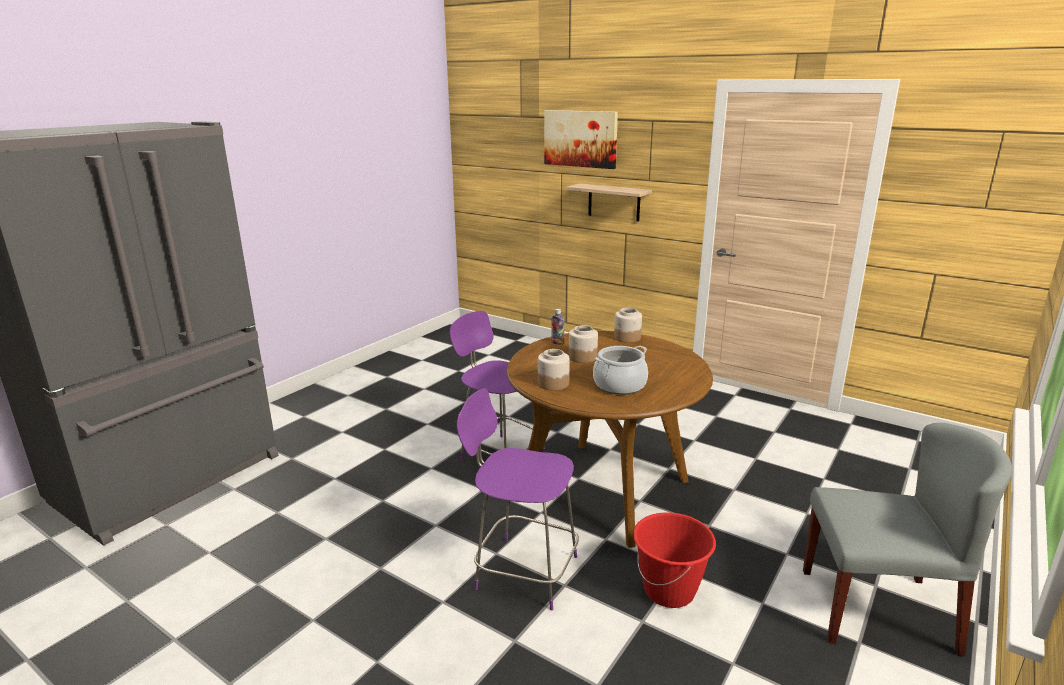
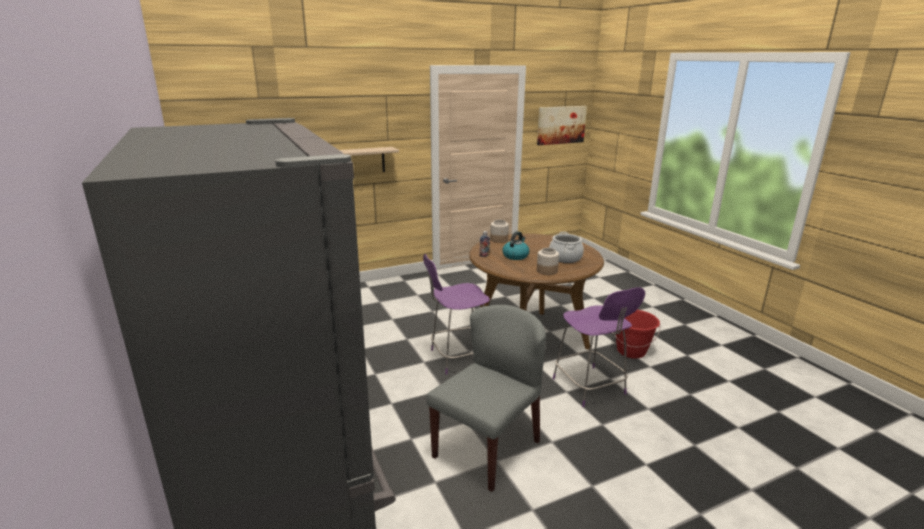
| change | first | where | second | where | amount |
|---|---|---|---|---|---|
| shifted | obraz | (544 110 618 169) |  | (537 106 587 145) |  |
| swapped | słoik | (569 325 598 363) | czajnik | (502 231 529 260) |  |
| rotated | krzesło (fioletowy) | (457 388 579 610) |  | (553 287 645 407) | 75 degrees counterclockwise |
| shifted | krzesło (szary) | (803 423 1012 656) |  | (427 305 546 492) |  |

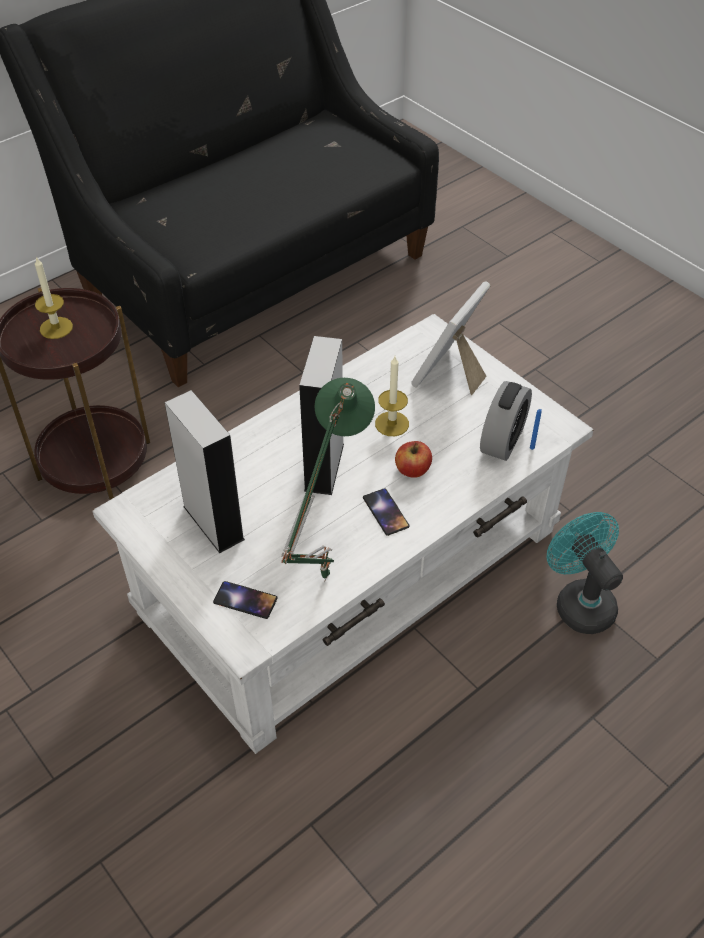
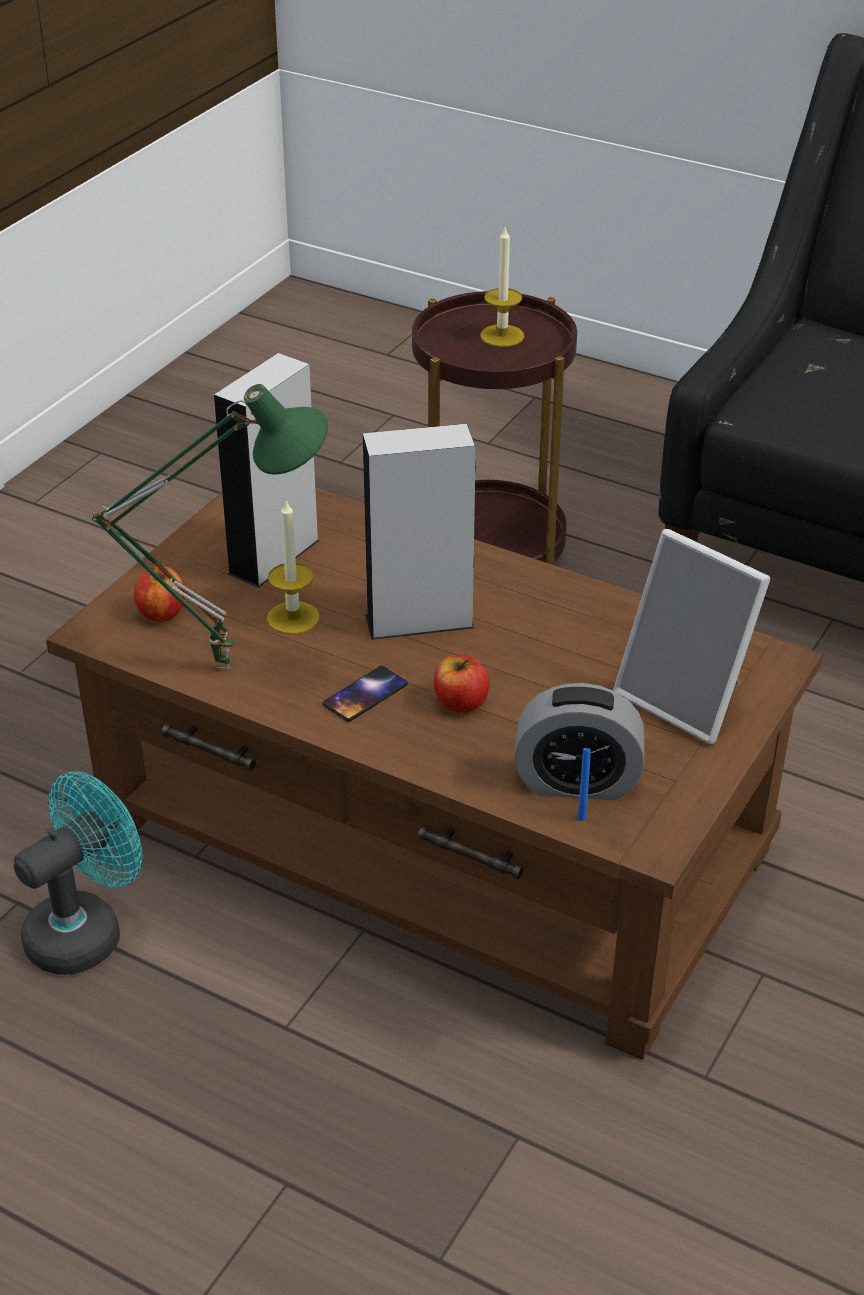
| change | first | where | second | where | amount |
|---|---|---|---|---|---|
| rotated | ramka na zdjęcie | (411 281 490 395) |  | (613 529 771 744) | 150 degrees counterclockwise |
| repainted | ława (biały) | (92 314 594 754) | ława (brązowy) | (46 487 823 1060) |  |
| shifted | świeca | (375 356 409 436) |  | (267 499 320 634) |  |
| shifted | wentylator (turkusowy) | (547 512 623 634) |  | (14 771 142 975) |  |
| swapped | telefon | (213 581 278 619) | jabłko | (134 566 185 622) |  |

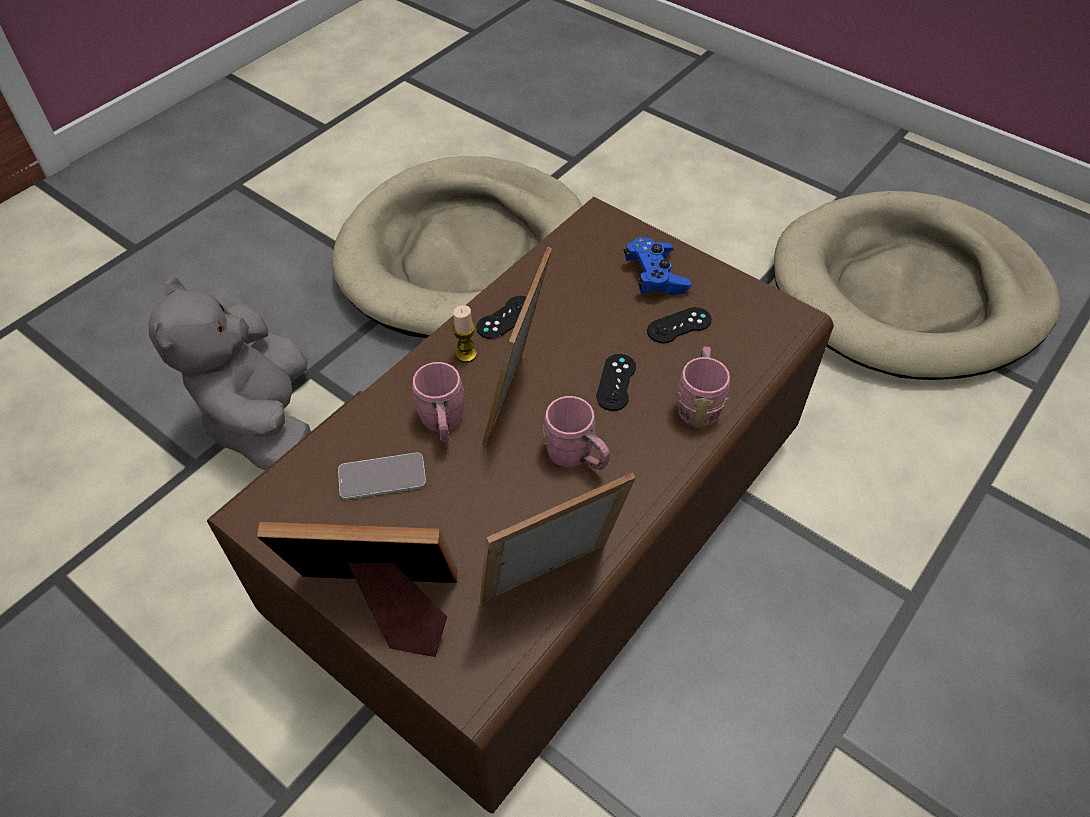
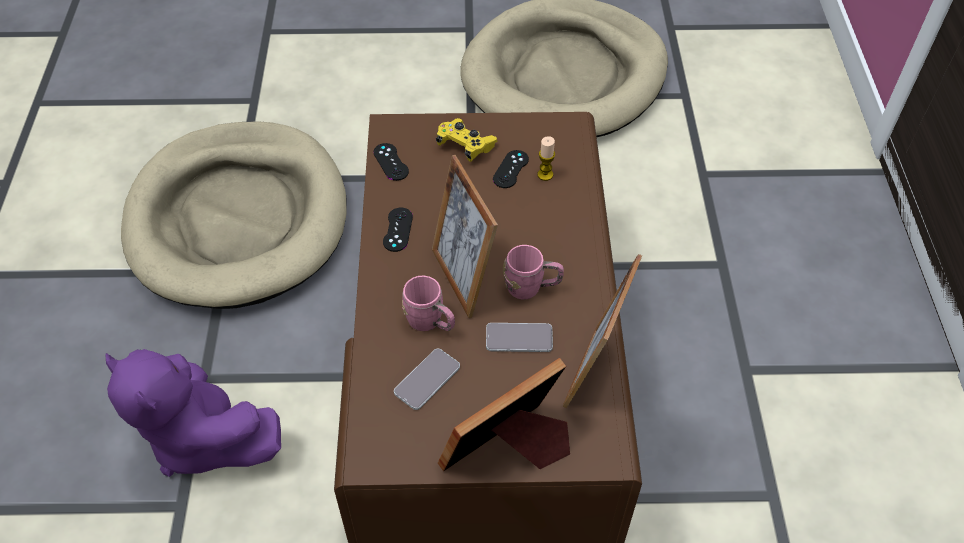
| change | first | where | second | where | amount |
|---|---|---|---|---|---|
| repainted | pad do gier (niebieski) | (624 237 691 296) | pad do gier (żółty) | (436 118 498 162) |  |
| repainted | pluszak (szary) | (149 277 311 470) | pluszak (fioletowy) | (105 349 281 477) |  |
| shifted | świeca | (453 305 477 363) |  | (537 136 555 181) |  |
| gone | kubek (różowy) | (676 347 730 428) |  |  |  |
| shifted | pad do gier (czarny) | (596 354 636 411) |  | (373 143 409 181) |  |
| new |  |  | telefon | (486 323 553 352) |  |

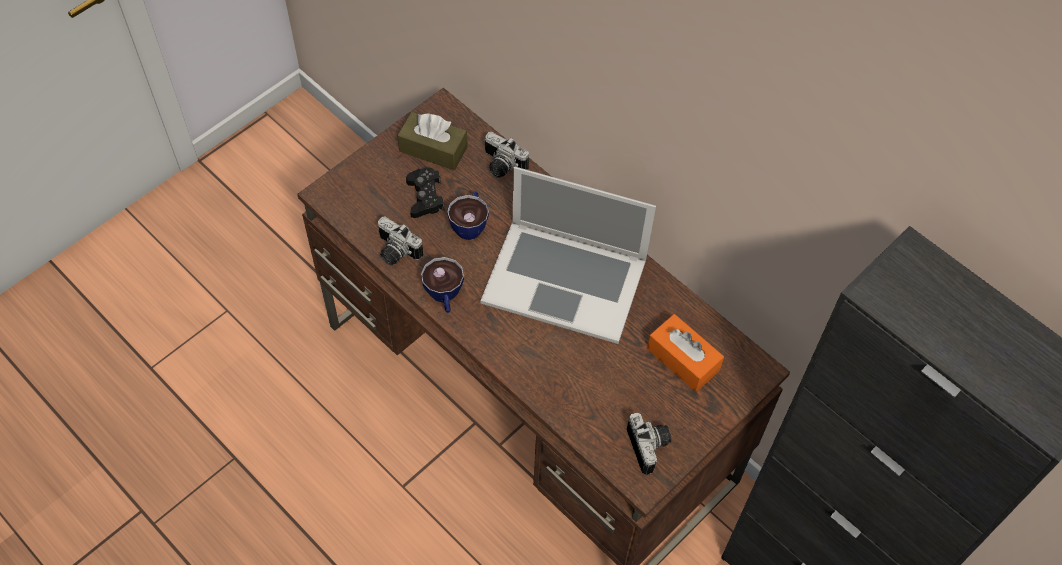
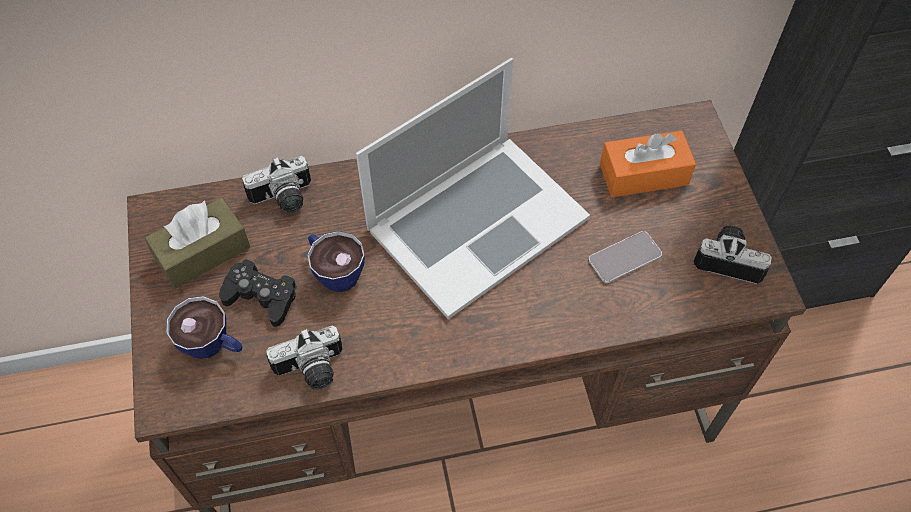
| change | first | where | second | where | amount |
|---|---|---|---|---|---|
| shifted | filiżanka | (421 257 464 313) |  | (166 296 242 359) |  |
| new |  |  | telefon | (589 231 662 283) |  |

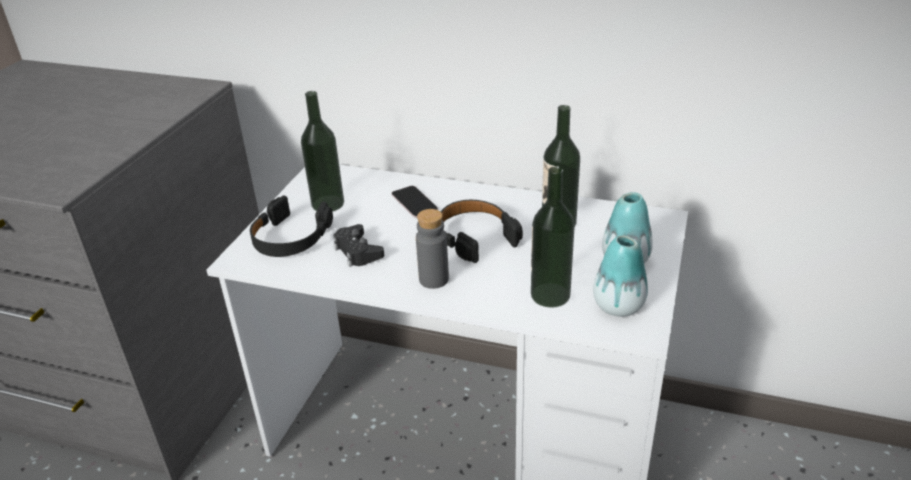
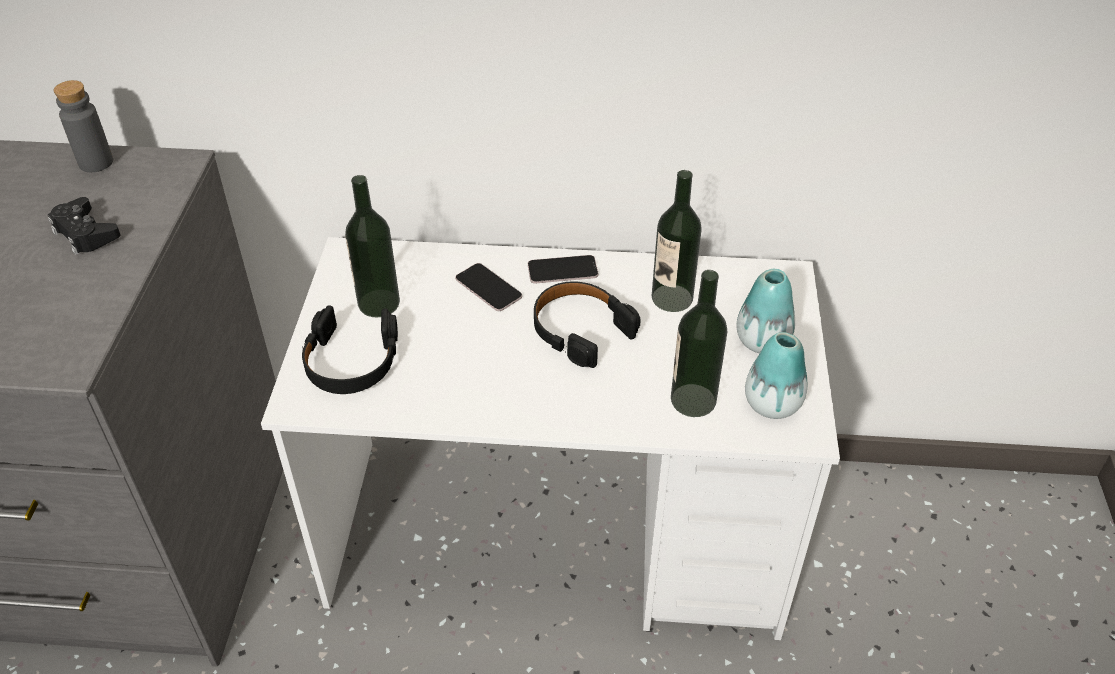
| change | first | where | second | where | amount |
|---|---|---|---|---|---|
| shifted | butelka (szary) | (416 209 449 289) |  | (54 80 113 172) |  |
| shifted | pad do gier (czarny) | (333 224 384 267) |  | (48 197 121 255) |  |
| new |  |  | telefon | (528 255 598 283) |  |

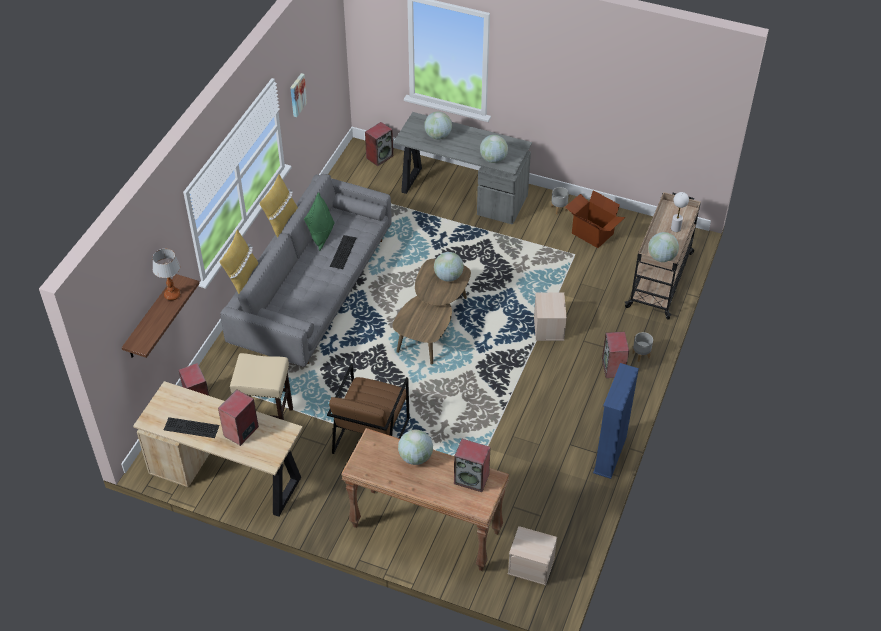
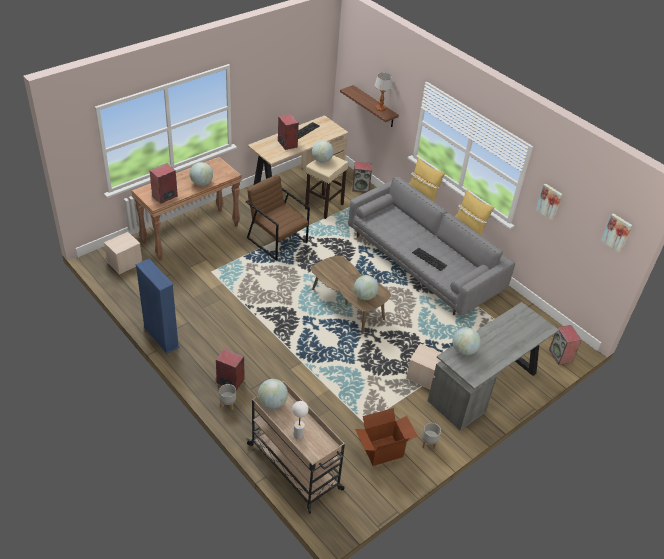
| change | first | where | second | where | amount |
|---|---|---|---|---|---|
| shifted | globus | (424 112 452 139) |  | (312 140 334 163) |  |
| gone | poduszka (zielony) | (304 192 334 251) |  |  |  |
| shifted | pojemnik do przechowywania (beżowy) | (534 292 567 341) |  | (406 344 441 390) |  |
| new |  |  | obraz | (601 213 632 253) |  |

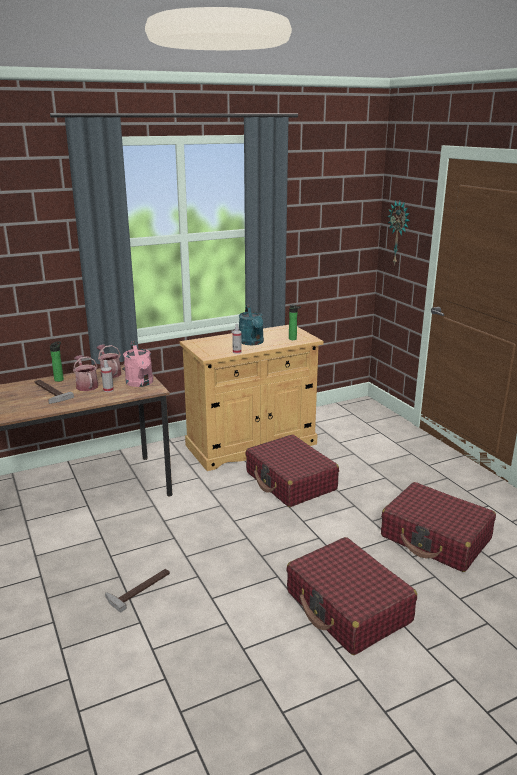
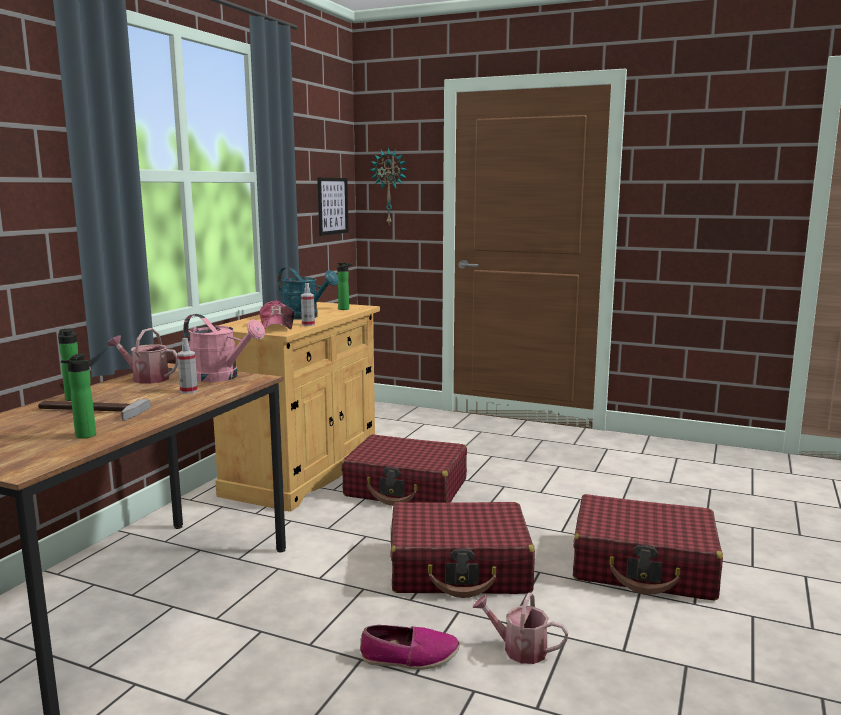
| change | first | where | second | where | amount |
|---|---|---|---|---|---|
| shifted | konewka | (73 355 98 391) |  | (473 592 568 664) |  |
| shifted | walizka (czerwony) | (381 482 496 572) |  | (391 502 535 598) |  |
| swapped | młotek | (105 569 170 613) | but | (360 625 460 670) |  |
| new |  |  | obraz | (317 178 349 236) |  |
| new |  |  | czapka z daszkiem | (260 300 294 330) |  |
| new |  |  | butelka | (61 353 96 439) |  |

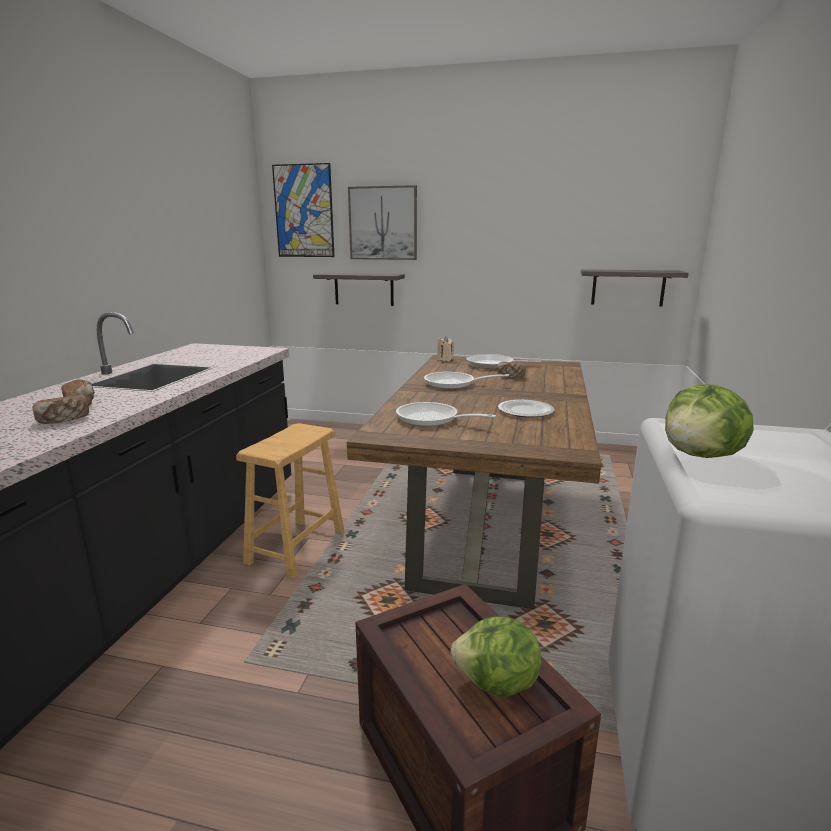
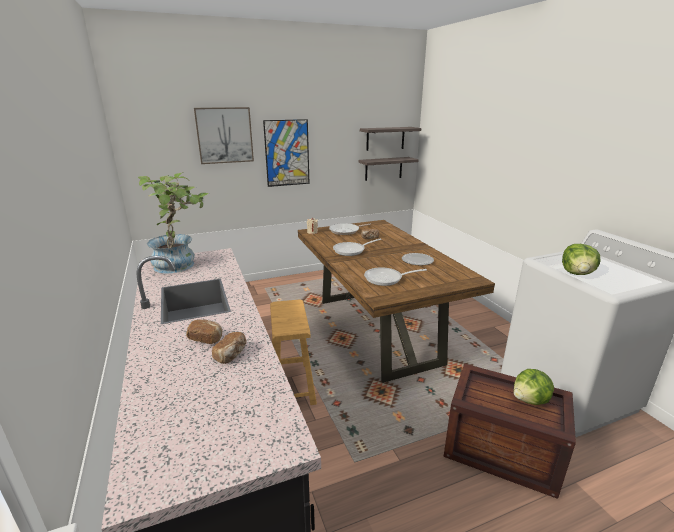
| change | first | where | second | where | amount |
|---|---|---|---|---|---|
| shifted | obraz | (272 163 334 257) |  | (263 119 310 187) |  |
| shifted | półka | (313 273 405 306) |  | (360 127 421 151) |  |
| new |  |  | roślina doniczkowa | (138 172 209 274) |  |

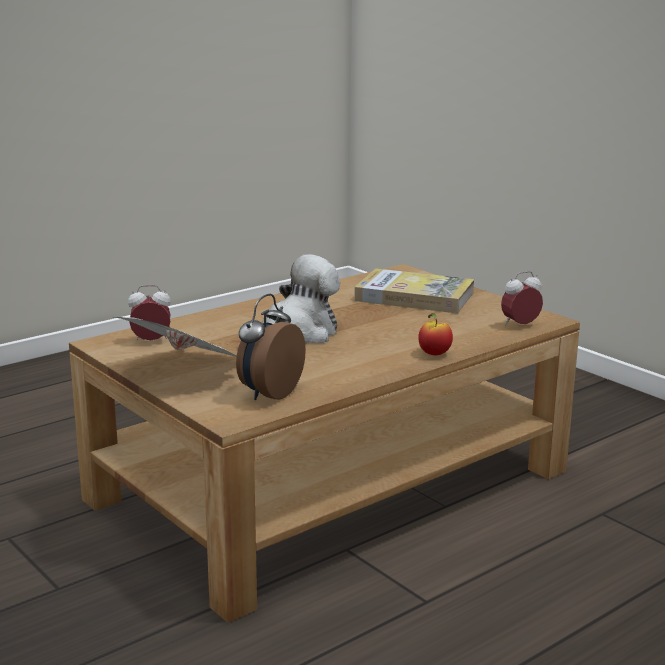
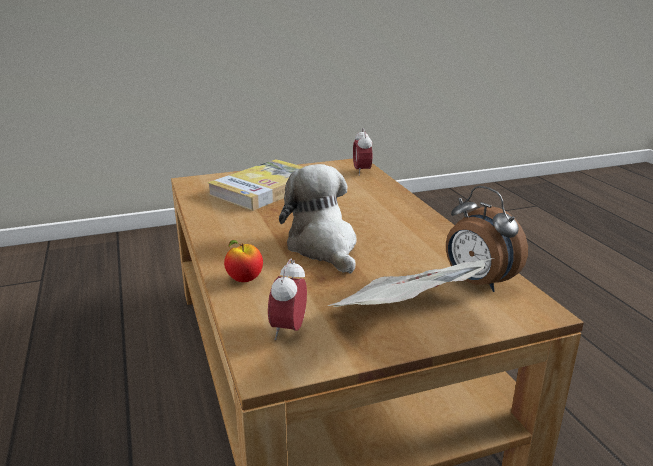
| change | first | where | second | where | amount |
|---|---|---|---|---|---|
| shifted | jabłko | (418 313 453 355) |  | (224 240 263 282) |  |

